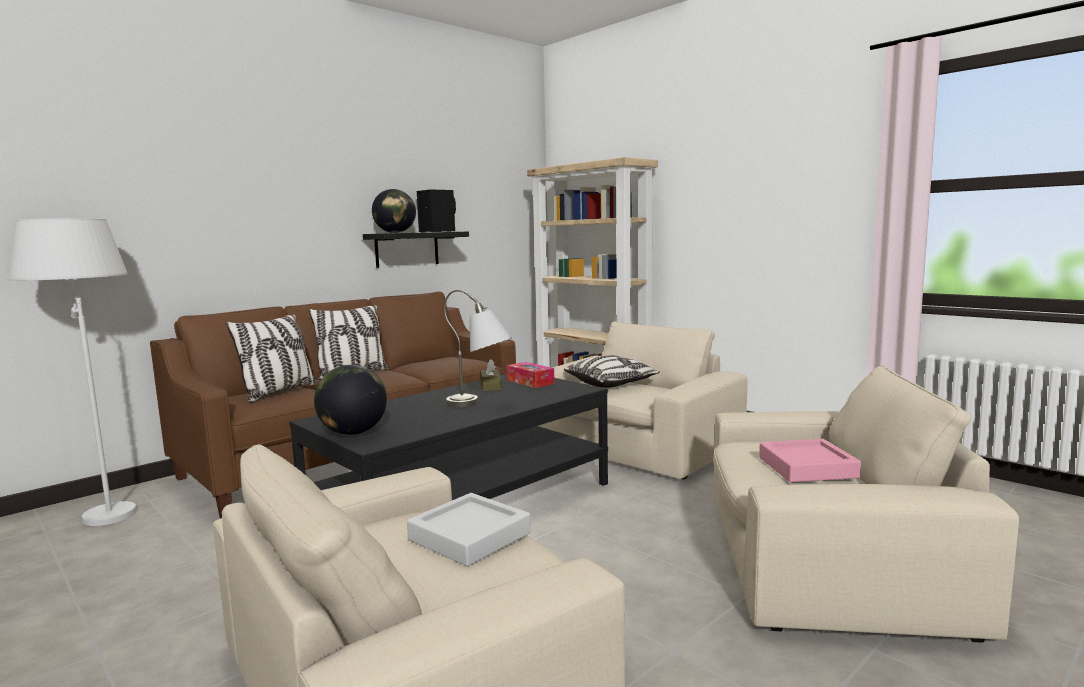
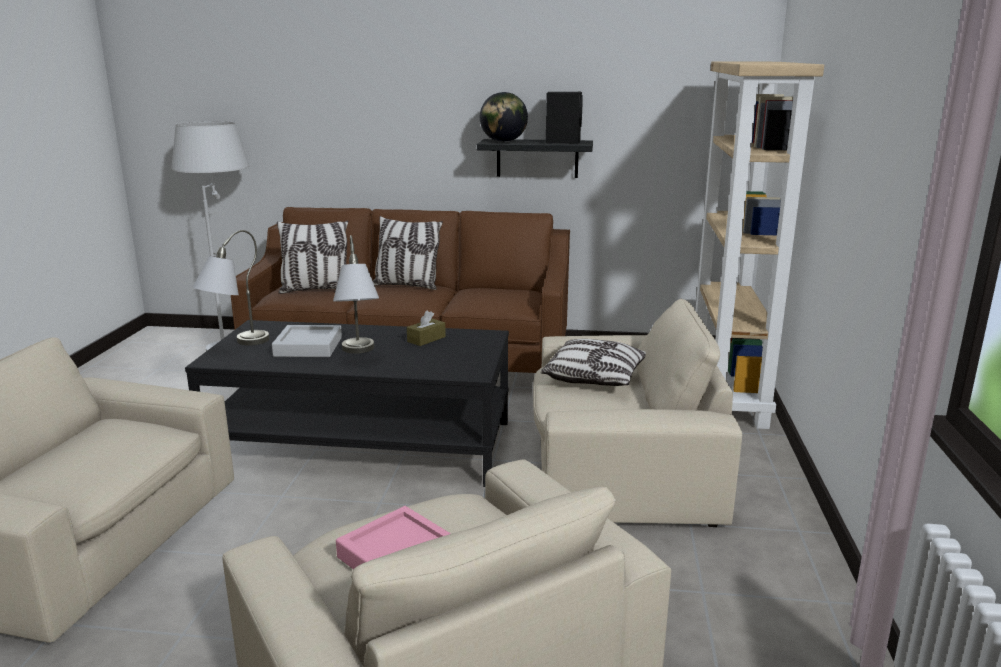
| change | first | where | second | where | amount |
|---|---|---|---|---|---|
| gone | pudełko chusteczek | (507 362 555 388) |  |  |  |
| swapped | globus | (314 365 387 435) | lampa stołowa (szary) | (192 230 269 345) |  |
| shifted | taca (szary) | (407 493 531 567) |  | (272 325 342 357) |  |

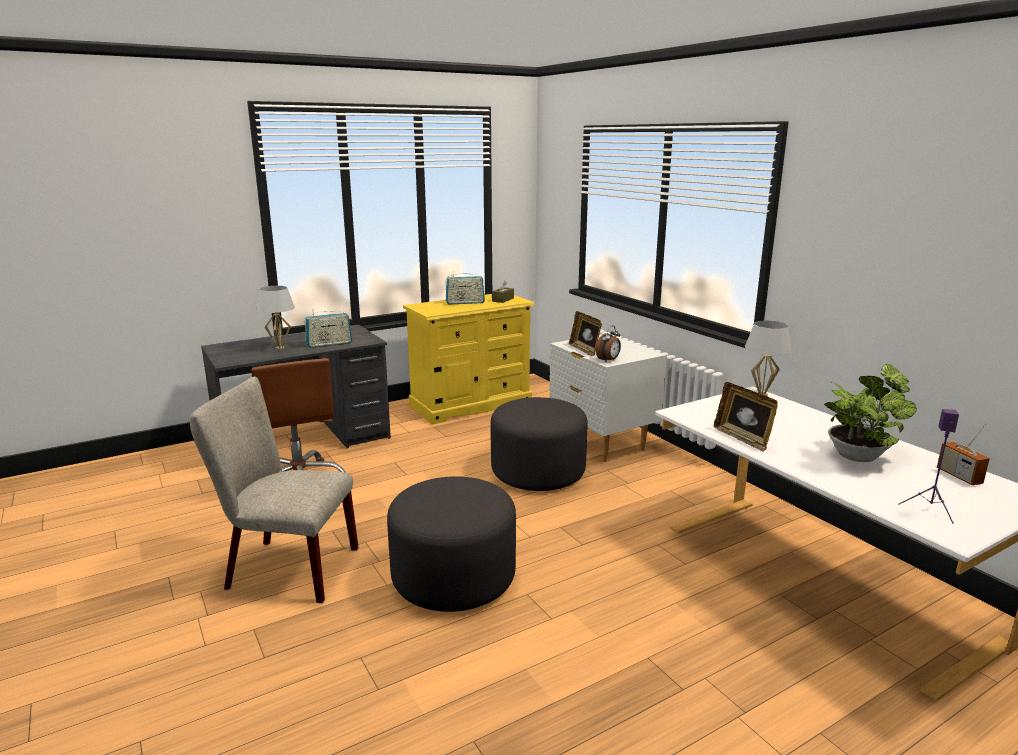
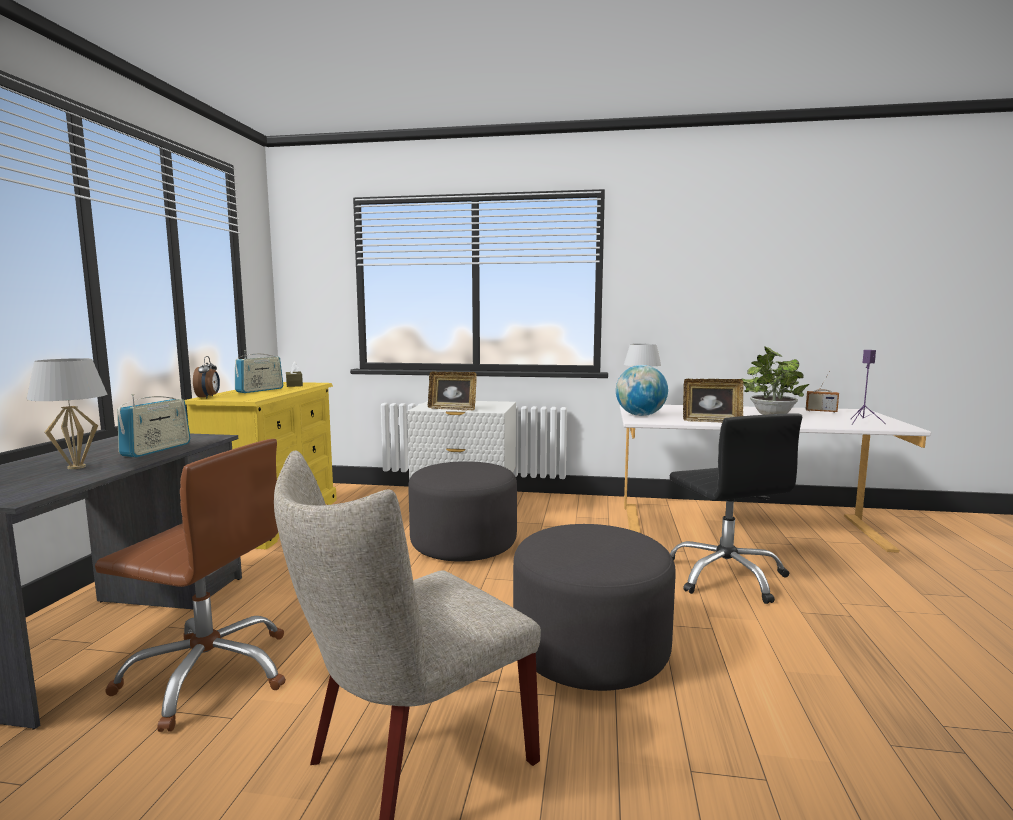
| change | first | where | second | where | amount |
|---|---|---|---|---|---|
| shifted | budzik | (596 325 621 362) |  | (193 356 220 398) |  |
| new |  |  | globus | (616 365 668 416) |  |
| new |  |  | krzesło biurowe (czarny) | (670 413 802 604) |  |

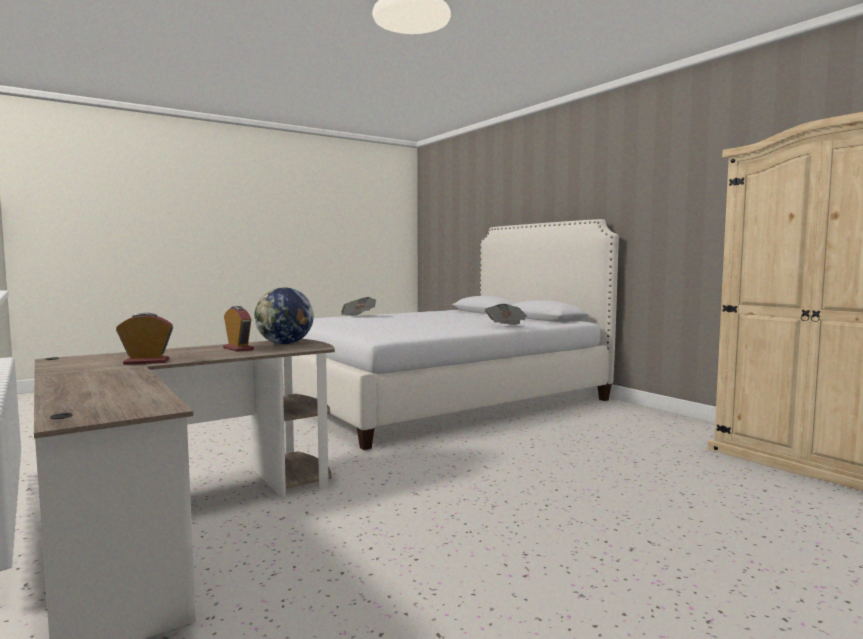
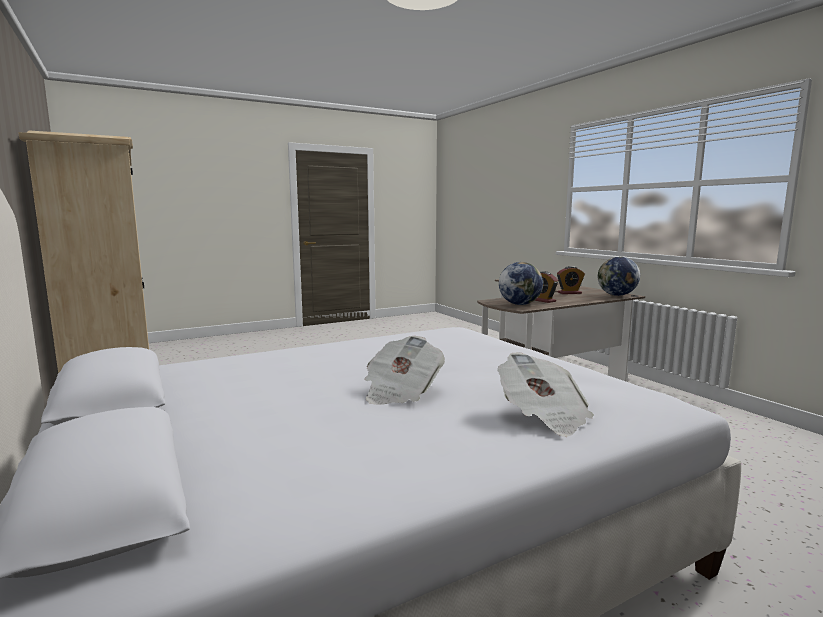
| change | first | where | second | where | amount |
|---|---|---|---|---|---|
| shifted | gazeta | (484 304 527 325) |  | (364 336 445 405) |  |
| new |  |  | globus | (598 257 640 296) |  |

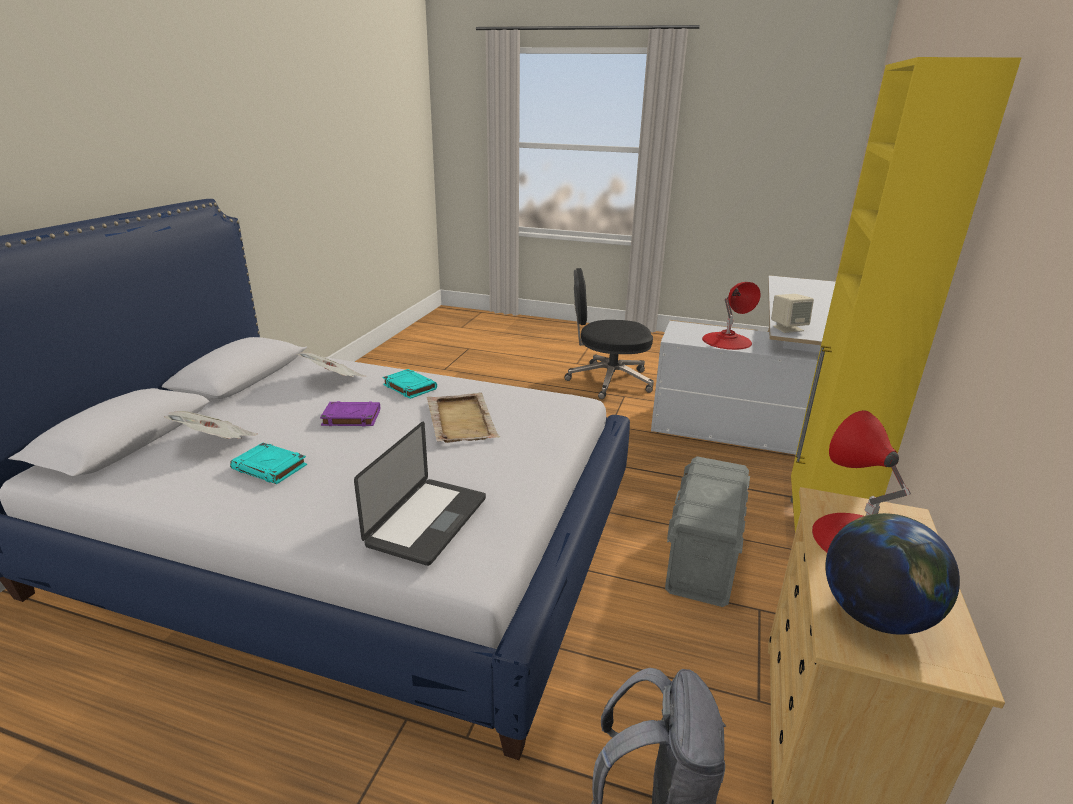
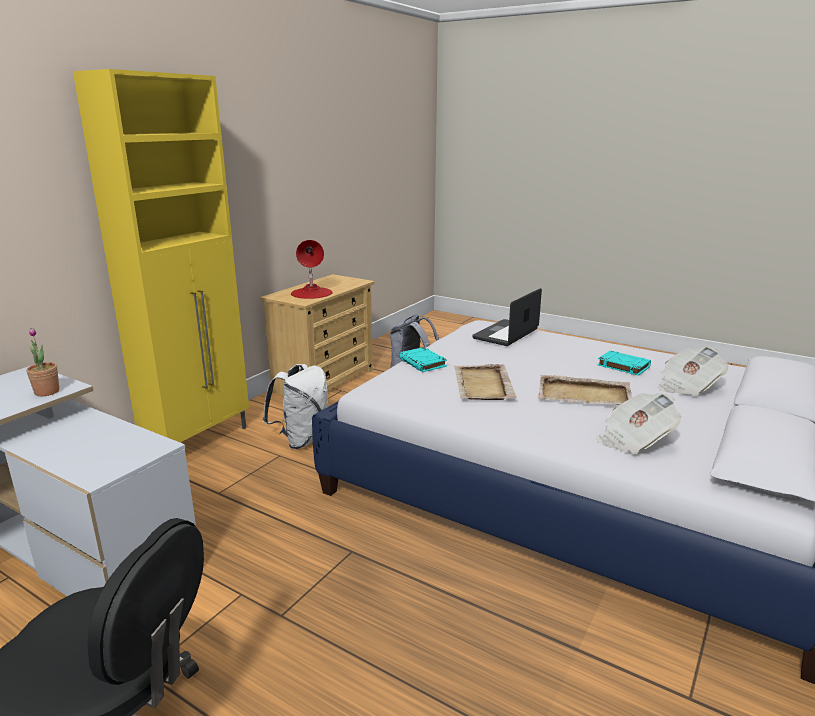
| change | first | where | second | where | amount |
|---|---|---|---|---|---|
| gone | lampa stołowa (czerwony) | (702 282 761 350) |  |  |  |
| swapped | głośnik (beżowy) | (771 294 814 333) | roślina doniczkowa | (26 328 60 396) |  |
| shifted | książka (turkusowy) | (383 369 437 399) |  | (399 347 447 372) |  |
| swapped | książka (fioletowy) | (320 401 380 427) | taca (beżowy) | (538 375 632 405) |  |
| swapped | pojemnik do przechowywania (szary) | (665 456 750 607) | plecak (biały) | (263 364 328 449) |  |
| gone | globus | (825 513 960 635) |  |  |  |

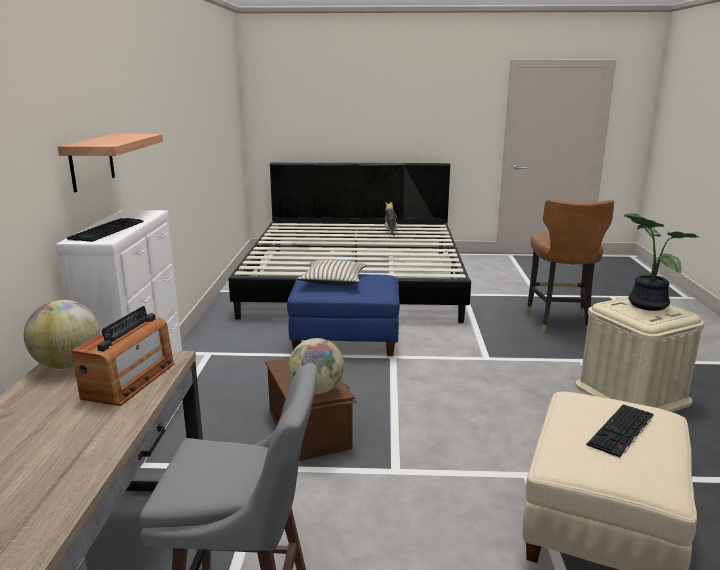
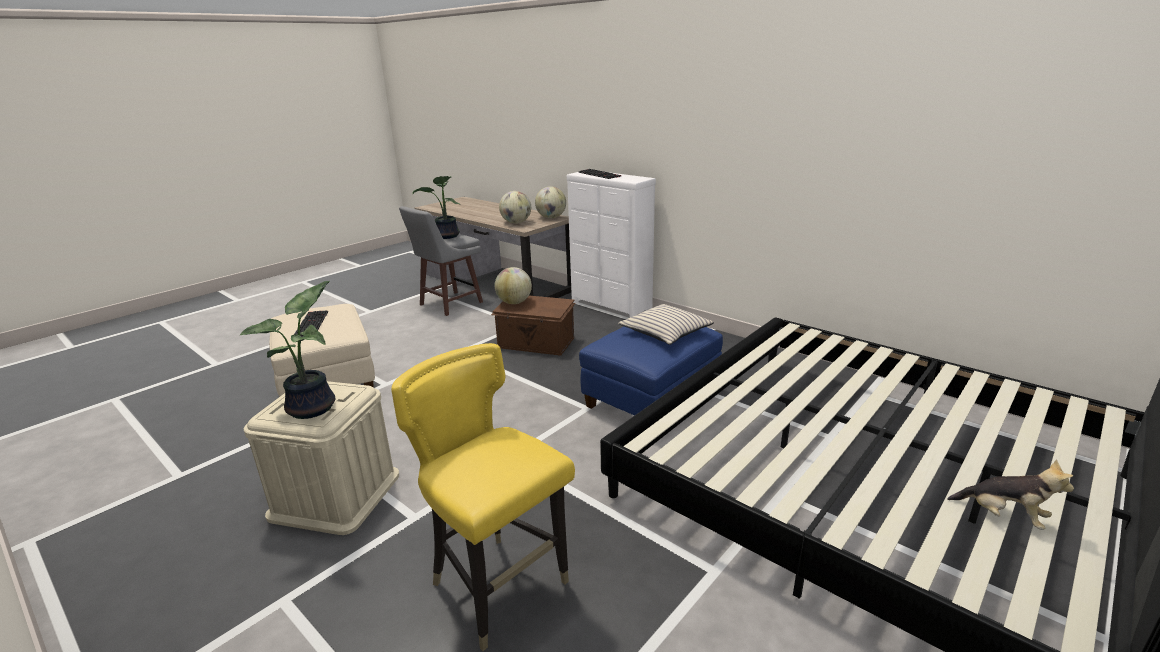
| change | first | where | second | where | amount |
|---|---|---|---|---|---|
| gone | półka | (58 134 163 192) |  |  |  |
| repainted | krzesło (brązowy) | (526 199 614 334) | krzesło (żółty) | (391 343 575 651) |  |
| swapped | radio | (72 306 174 406) | globus | (499 191 531 224) |  |
| new |  |  | roślina doniczkowa | (412 176 461 239) |  |

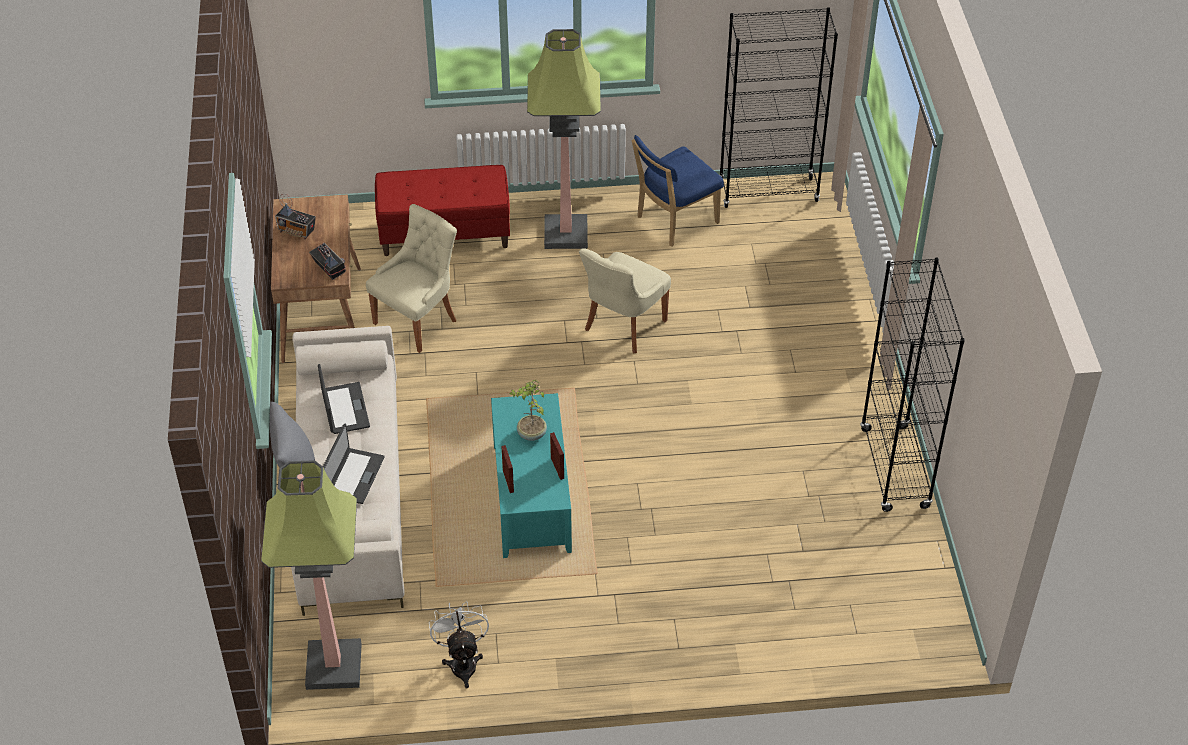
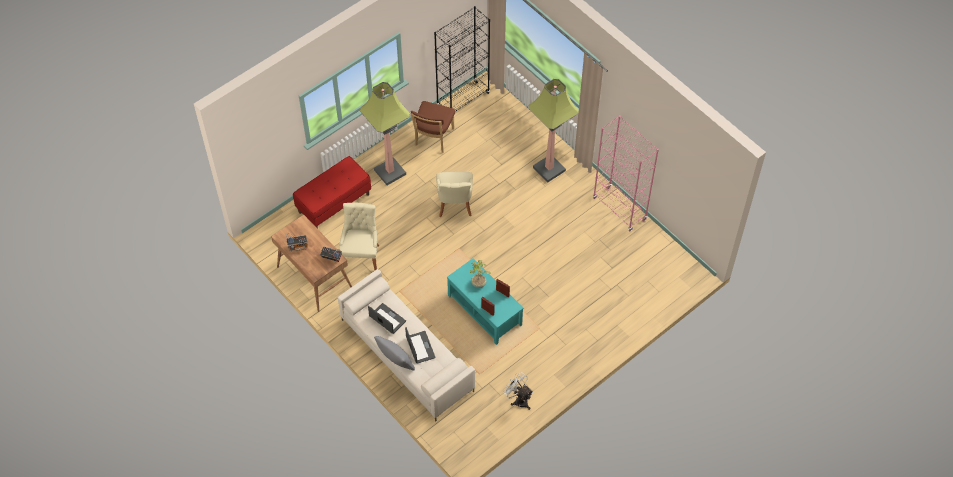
| change | first | where | second | where | amount |
|---|---|---|---|---|---|
| repainted | krzesło (niebieski) | (631 135 724 246) | krzesło (brązowy) | (411 101 455 153) |  |
| repainted | regał (czarny) | (860 257 965 512) | regał (różowy) | (593 115 659 231) |  |
| shifted | lampa stojąca | (261 460 362 690) |  | (528 79 579 183) |  |

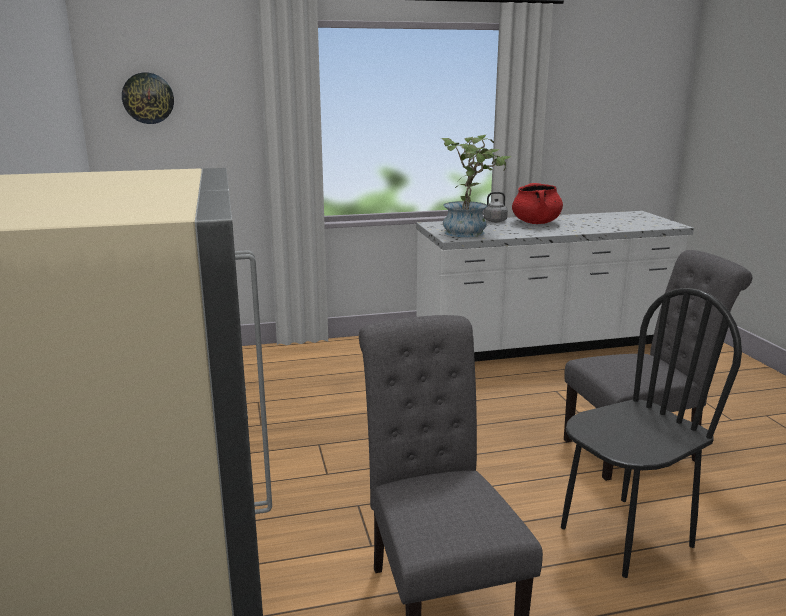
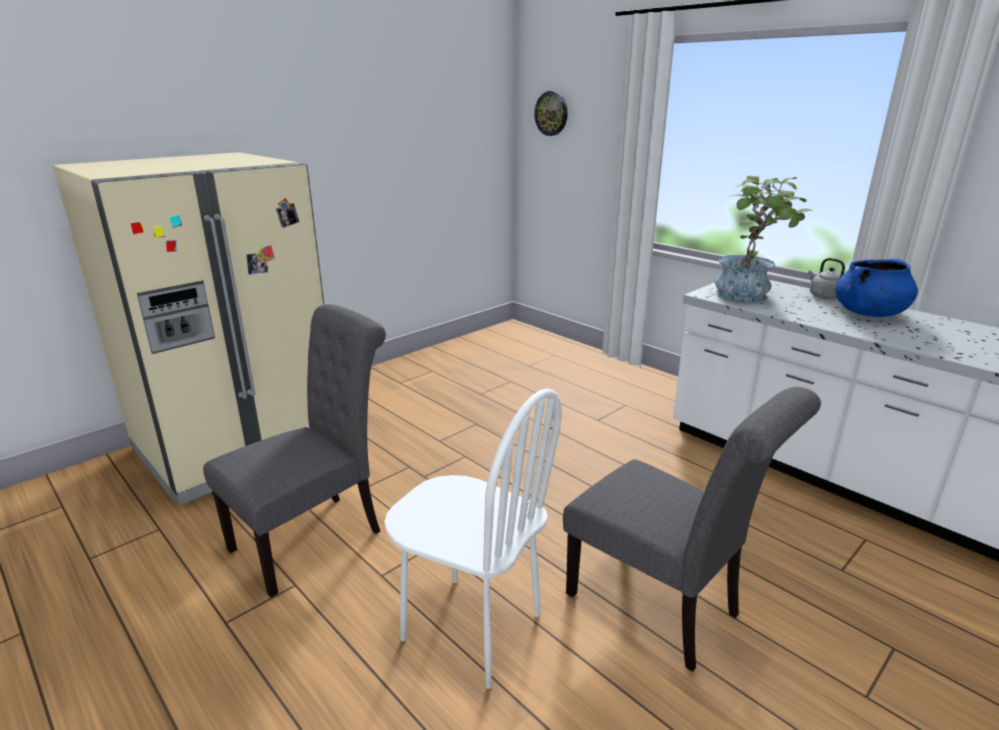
| change | first | where | second | where | amount |
|---|---|---|---|---|---|
| repainted | garnek (czerwony) | (512 183 563 224) | garnek (niebieski) | (835 258 918 317) |  |
| repainted | krzesło (czarny) | (561 288 742 578) | krzesło (biały) | (384 389 562 689) |  |

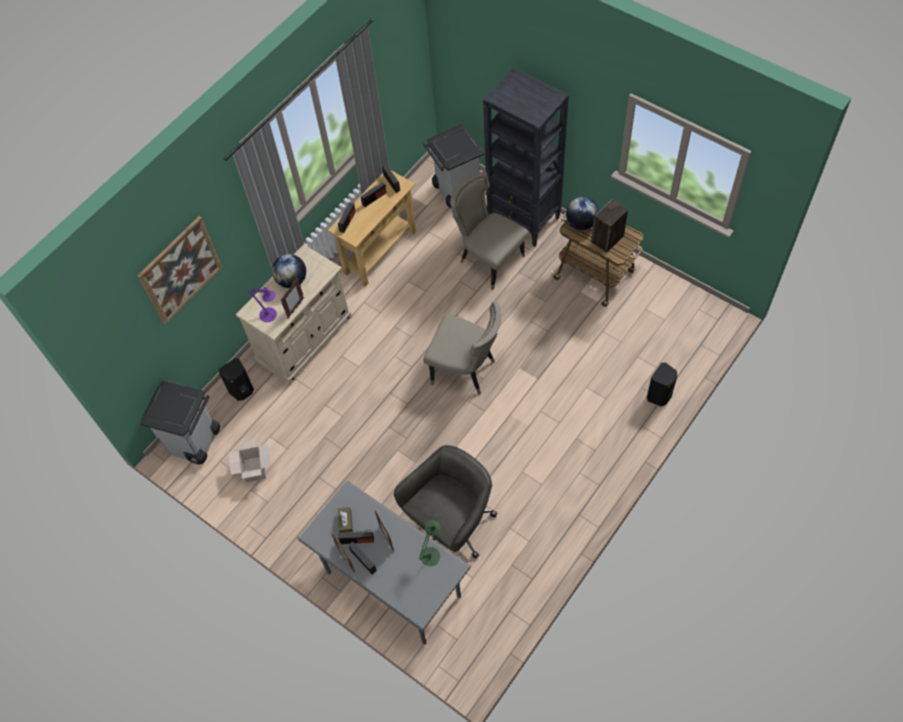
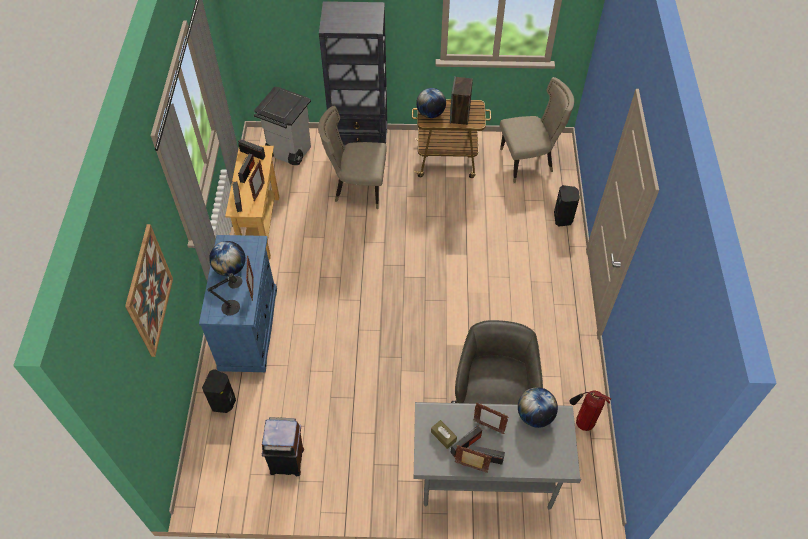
| change | first | where | second | where | amount |
|---|---|---|---|---|---|
| repainted | szafka (beżowy) | (236 244 352 385) | szafka (niebieski) | (199 235 277 372) |  |
| repainted | lampa stołowa (fioletowy) | (248 285 277 322) | lampa stołowa (czarny) | (208 273 242 316) |  |
| shifted | krzesło (beżowy) | (423 300 501 395) |  | (500 77 574 183) |  |
| gone | kosz na śmieci (szary) | (141 380 220 465) |  |  |  |
| swapped | karton | (228 440 271 482) | kosz na śmieci (brązowy) | (262 417 304 476) |  |
| swapped | lampa stołowa (zielony) | (419 520 441 566) | globus | (518 387 558 428) |  |
| new |  |  | ramka na zdjęcie | (249 160 265 201) |  |
| new |  |  | gaśnica | (569 390 611 431) |  |

